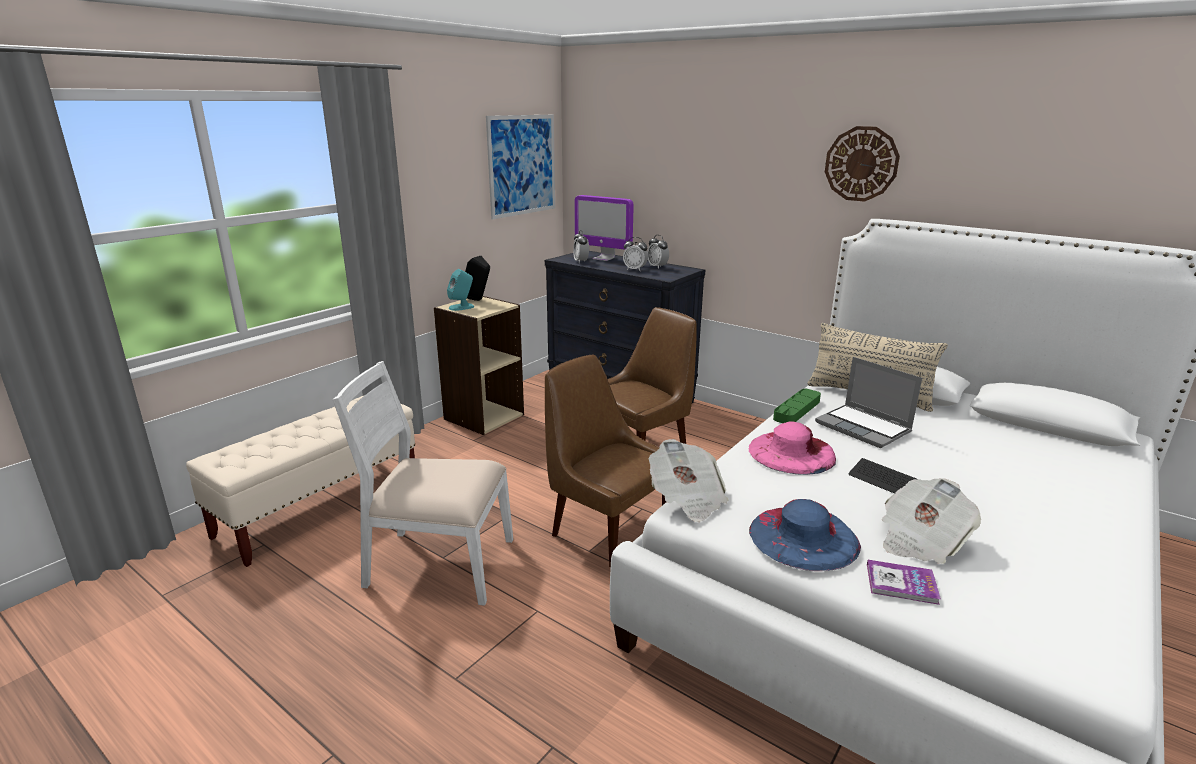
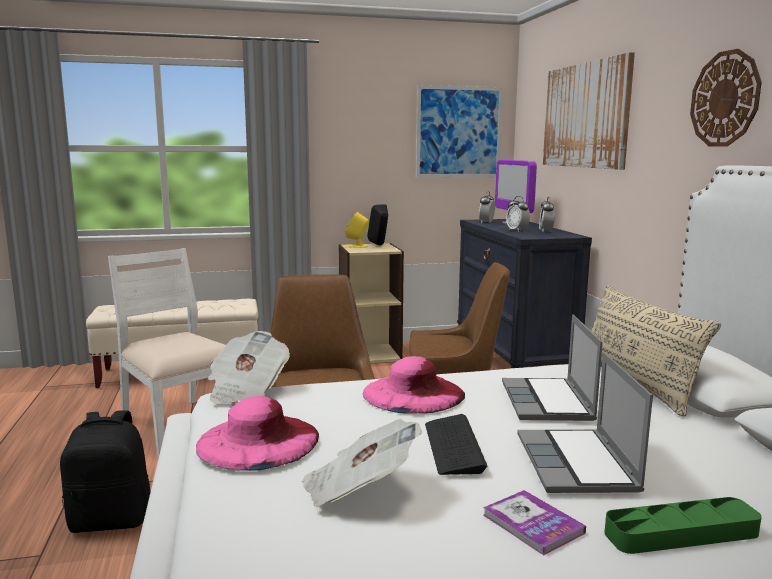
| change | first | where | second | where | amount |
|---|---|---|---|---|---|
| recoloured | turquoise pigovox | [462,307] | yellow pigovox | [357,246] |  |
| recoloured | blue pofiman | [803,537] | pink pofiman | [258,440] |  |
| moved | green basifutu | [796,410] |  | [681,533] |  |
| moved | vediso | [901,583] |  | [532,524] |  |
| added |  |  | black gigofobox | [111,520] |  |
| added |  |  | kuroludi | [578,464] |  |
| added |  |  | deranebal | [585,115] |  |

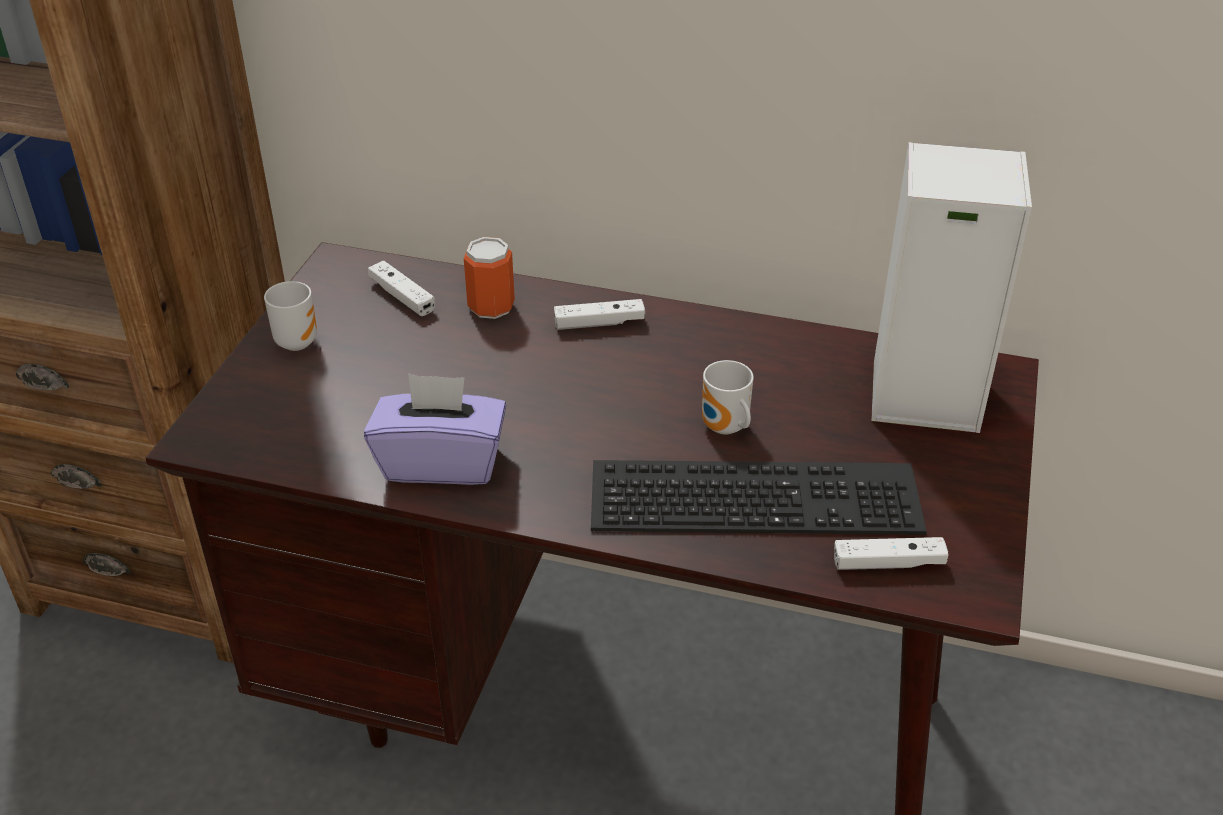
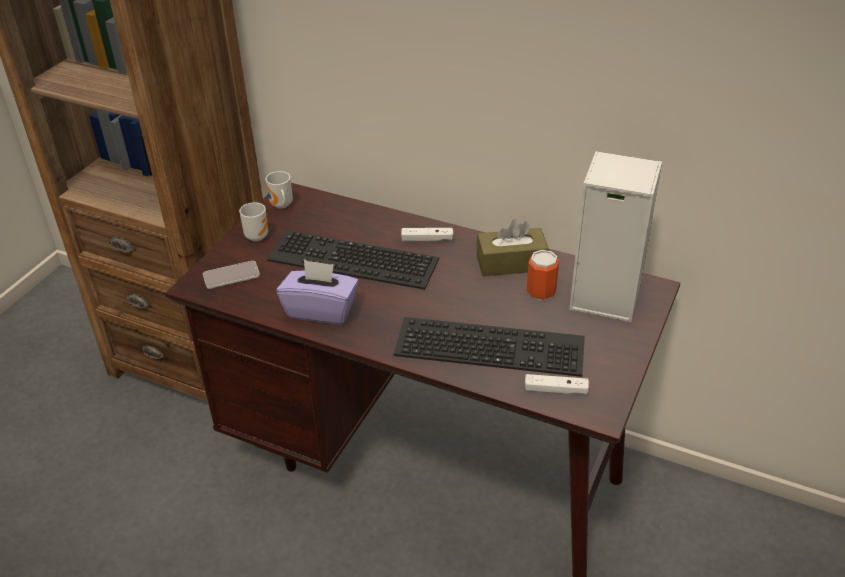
| change | first | where | second | where | amount |
|---|---|---|---|---|---|
| removed | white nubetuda | [402,296] |  |  |  |
| moved | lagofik | [491,307] |  | [541,292] |  |
| moved | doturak | [725,429] |  | [281,206] |  |
| added |  |  | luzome | [231,276] |  |
| added |  |  | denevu | [350,261] |  |
| added |  |  | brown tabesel | [511,263] |  |

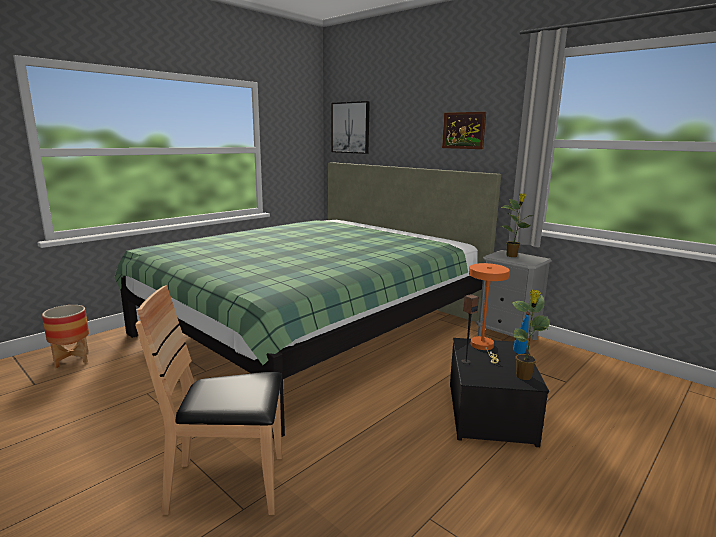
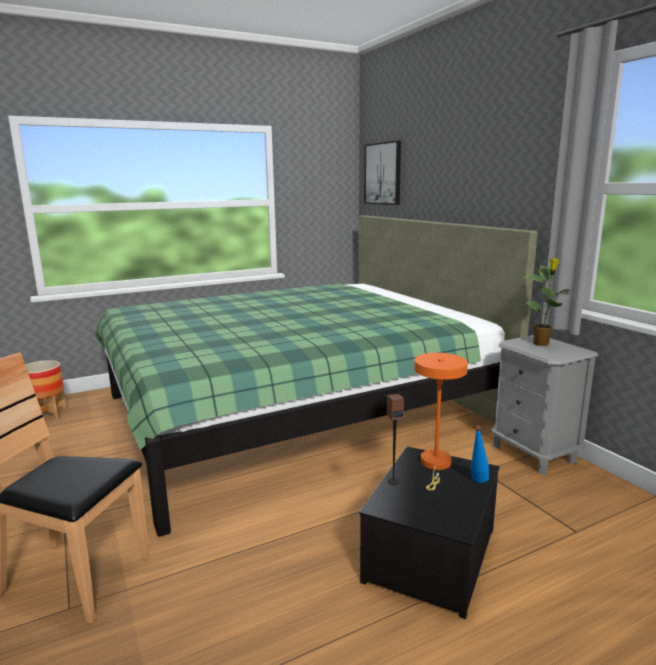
| change | first | where | second | where | amount |
|---|---|---|---|---|---|
| removed | deranebal | [463,130] |  |  |  |
| removed | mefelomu | [523,376] |  |  |  |

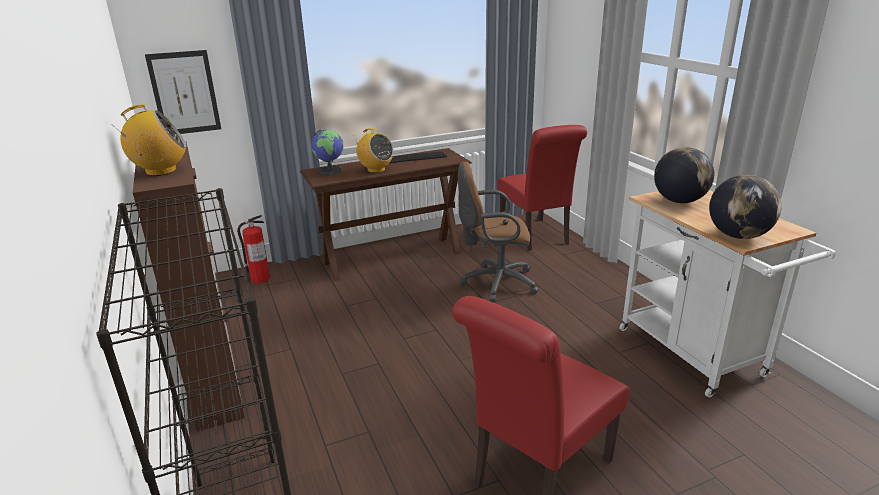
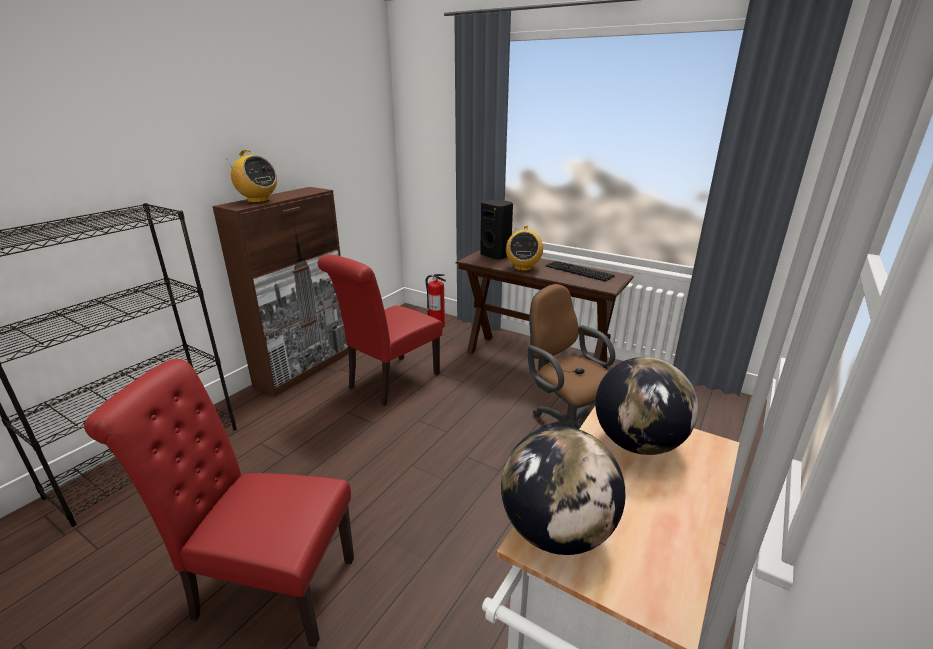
| change | first | where | second | where | amount |
|---|---|---|---|---|---|
| removed | deranebal | [184,93] |  |  |  |
| replaced | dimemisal | [330,170] | black pigovox | [496,255] |  |
| moved | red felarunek | [536,236] |  | [389,382] |  |

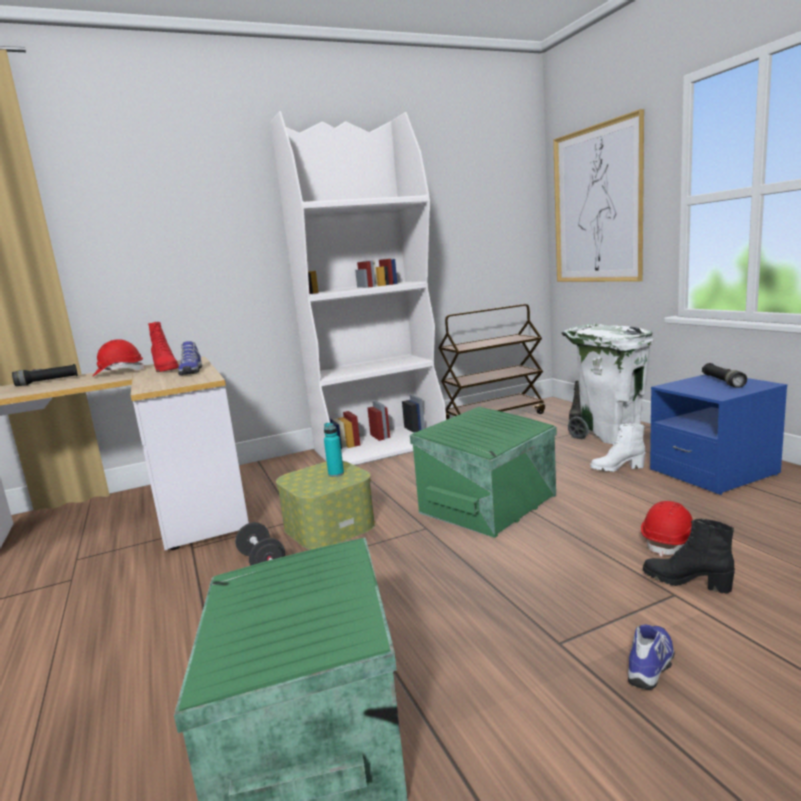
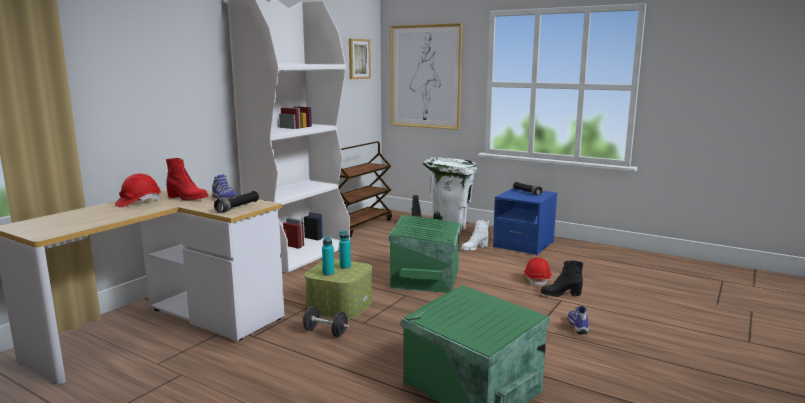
| change | first | where | second | where | amount |
|---|---|---|---|---|---|
| moved | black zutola | [47,381] |  | [237,207] |  |
| added |  |  | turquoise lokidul | [328,273] |  |
| added |  |  | deranebal | [358,59] |  |

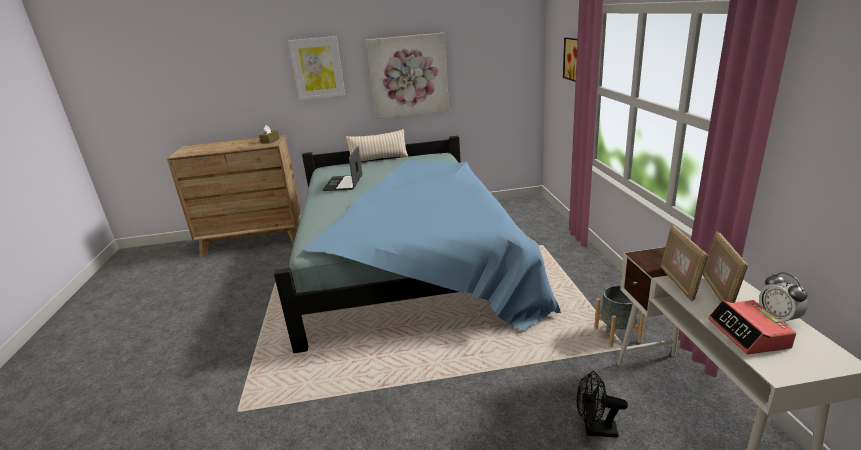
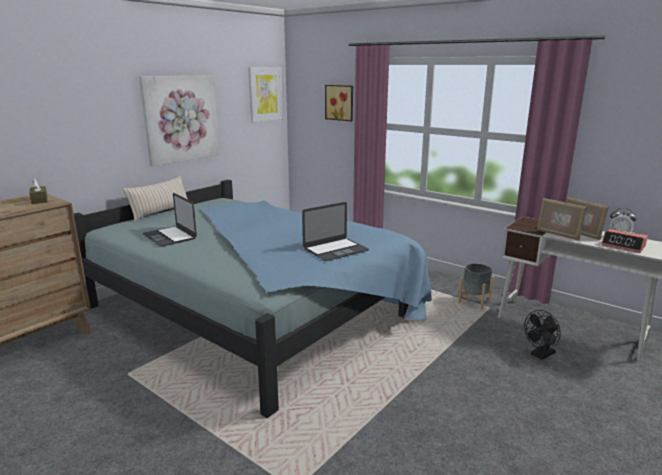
| change | first | where | second | where | amount |
|---|---|---|---|---|---|
| moved | deranebal | [317,68] |  | [265,94] |  |
| added |  |  | kuroludi | [335,249] |  |

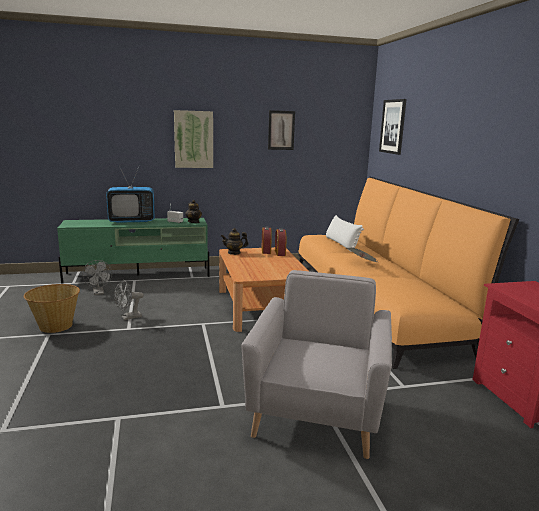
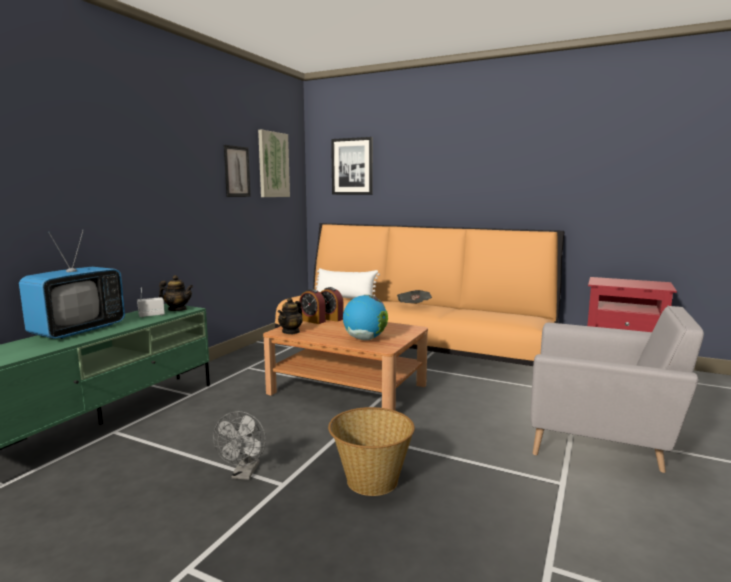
| change | first | where | second | where | amount |
|---|---|---|---|---|---|
| moved | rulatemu | [55,326] |  | [371,480] |  |
| removed | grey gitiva | [99,293] |  |  |  |
| moved | deranebal | [193,139] |  | [273,165] |  |
| turned | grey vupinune | [317,411] |  | [600,440] | 150 degrees clockwise |
| added |  |  | dimemisal | [365,339] |  |

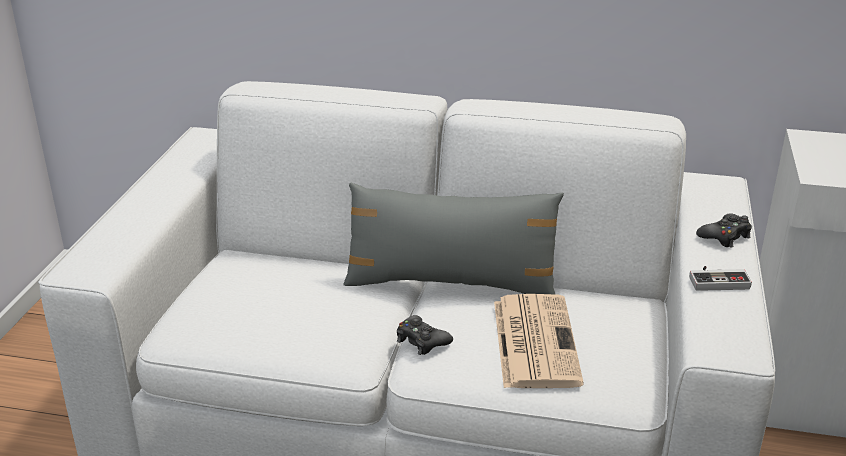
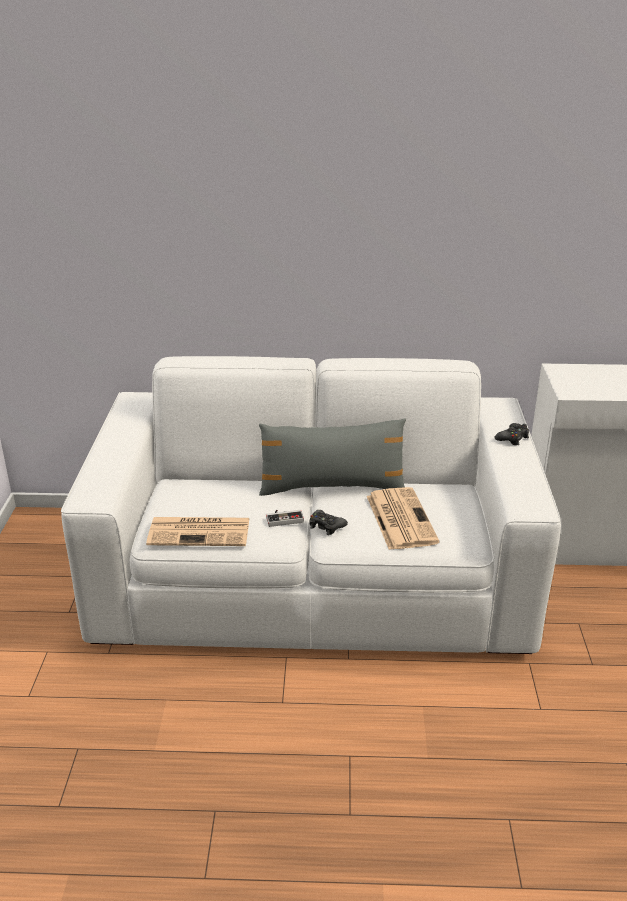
| change | first | where | second | where | amount |
|---|---|---|---|---|---|
| moved | nubetuda | [717,280] |  | [284,518] |  |
| added |  |  | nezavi | [201,532] |  |

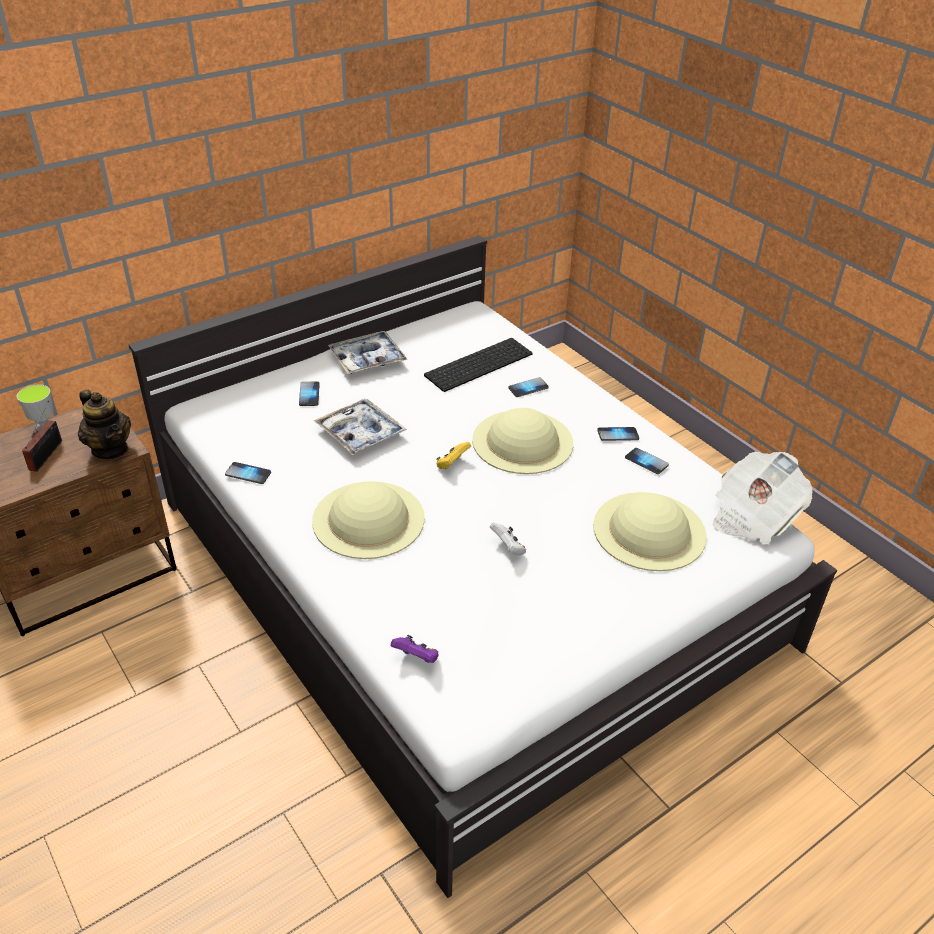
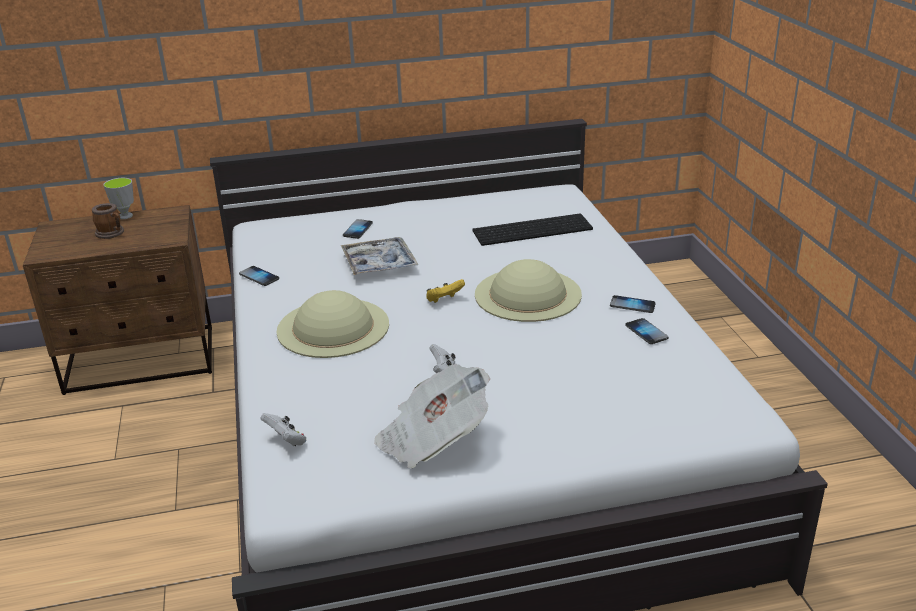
| change | first | where | second | where | amount |
|---|---|---|---|---|---|
| replaced | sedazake | [48,454] | doturak | [112,233] |  |
| removed | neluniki | [110,449] |  |  |  |
| removed | basifutu | [367,359] |  |  |  |
| recoloured | purple nubetuda | [416,658] | white nubetuda | [286,441] |  |
| removed | luzome | [528,388] |  |  |  |
| removed | beige pofiman | [649,530] |  |  |  |
| moved | nezavi | [753,515] |  | [433,439] |  |

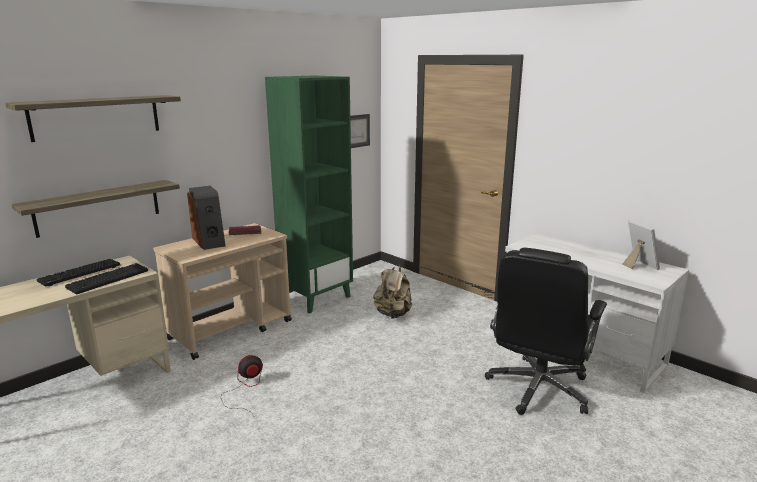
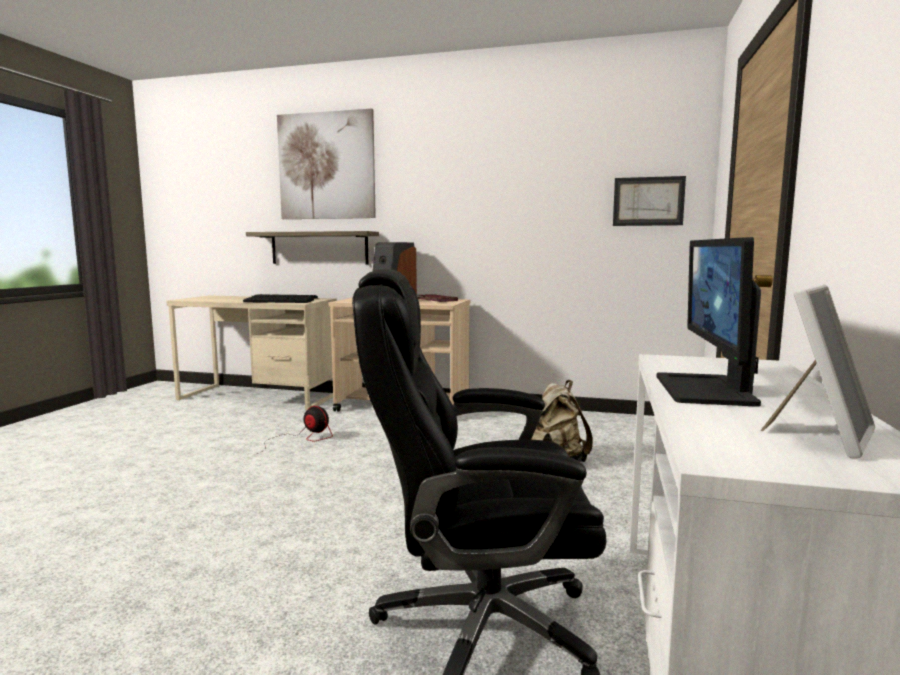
| change | first | where | second | where | amount |
|---|---|---|---|---|---|
| replaced | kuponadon | [96,117] | deranebal | [326,166] |  |
| removed | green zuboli | [316,298] |  |  |  |
| added |  |  | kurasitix | [706,390] |  |

